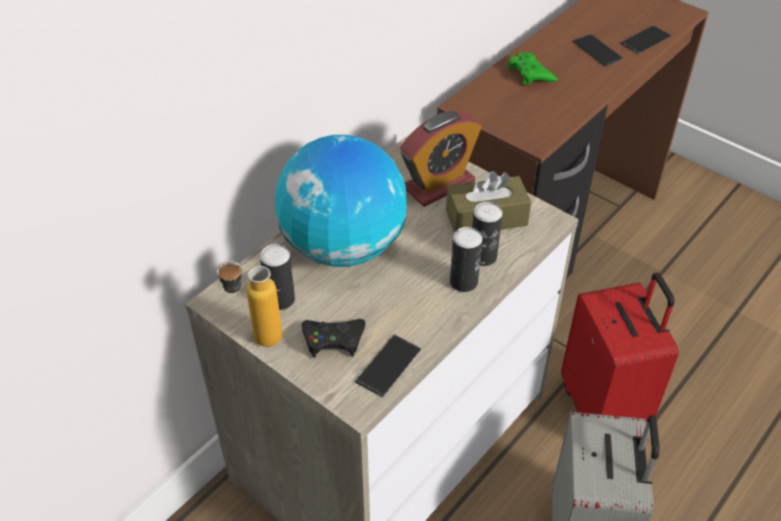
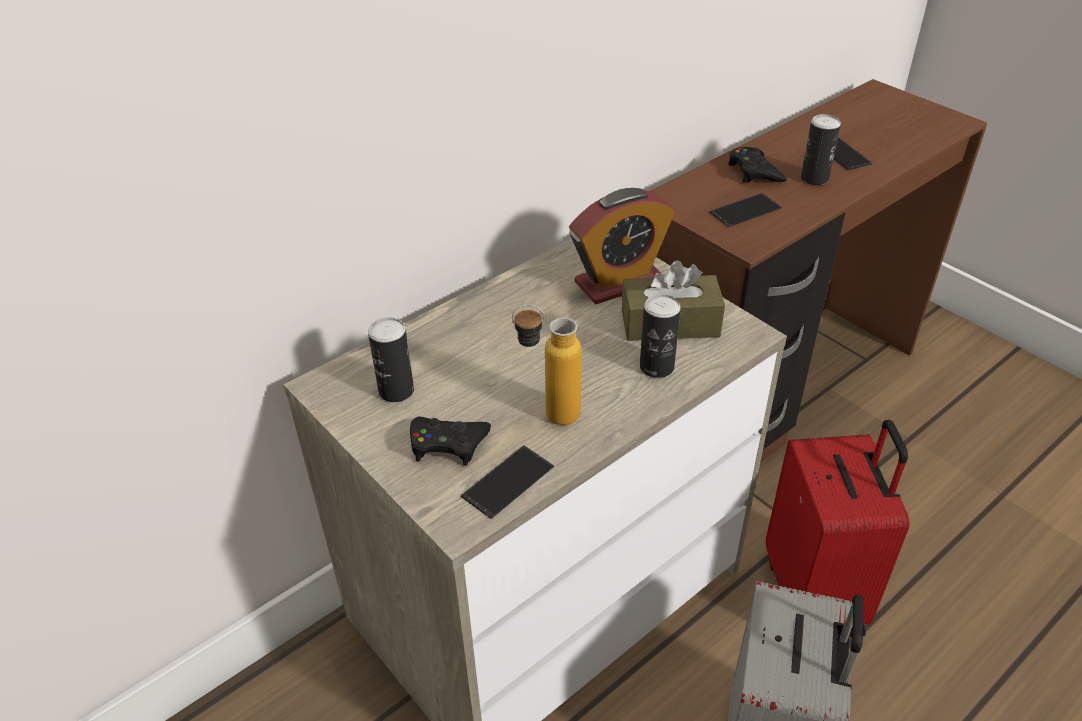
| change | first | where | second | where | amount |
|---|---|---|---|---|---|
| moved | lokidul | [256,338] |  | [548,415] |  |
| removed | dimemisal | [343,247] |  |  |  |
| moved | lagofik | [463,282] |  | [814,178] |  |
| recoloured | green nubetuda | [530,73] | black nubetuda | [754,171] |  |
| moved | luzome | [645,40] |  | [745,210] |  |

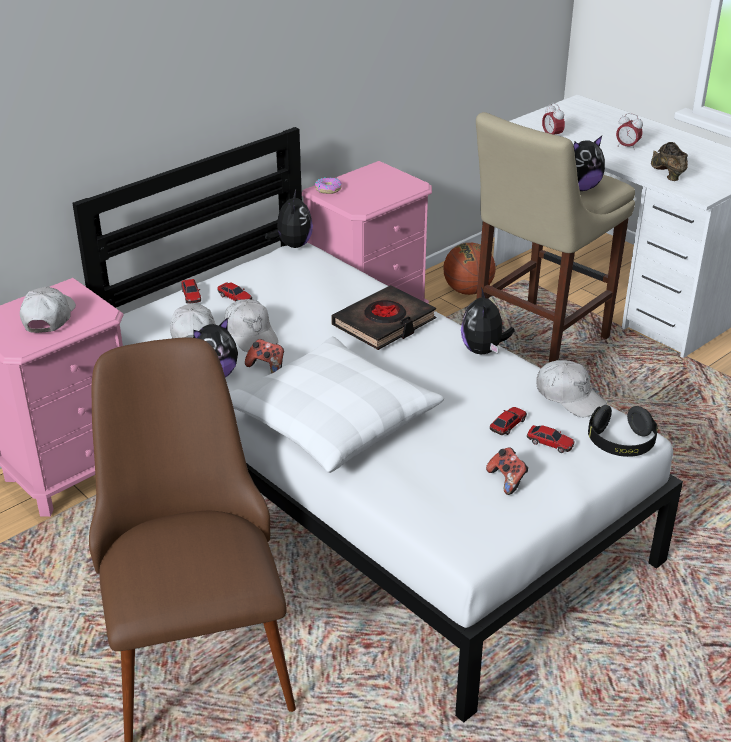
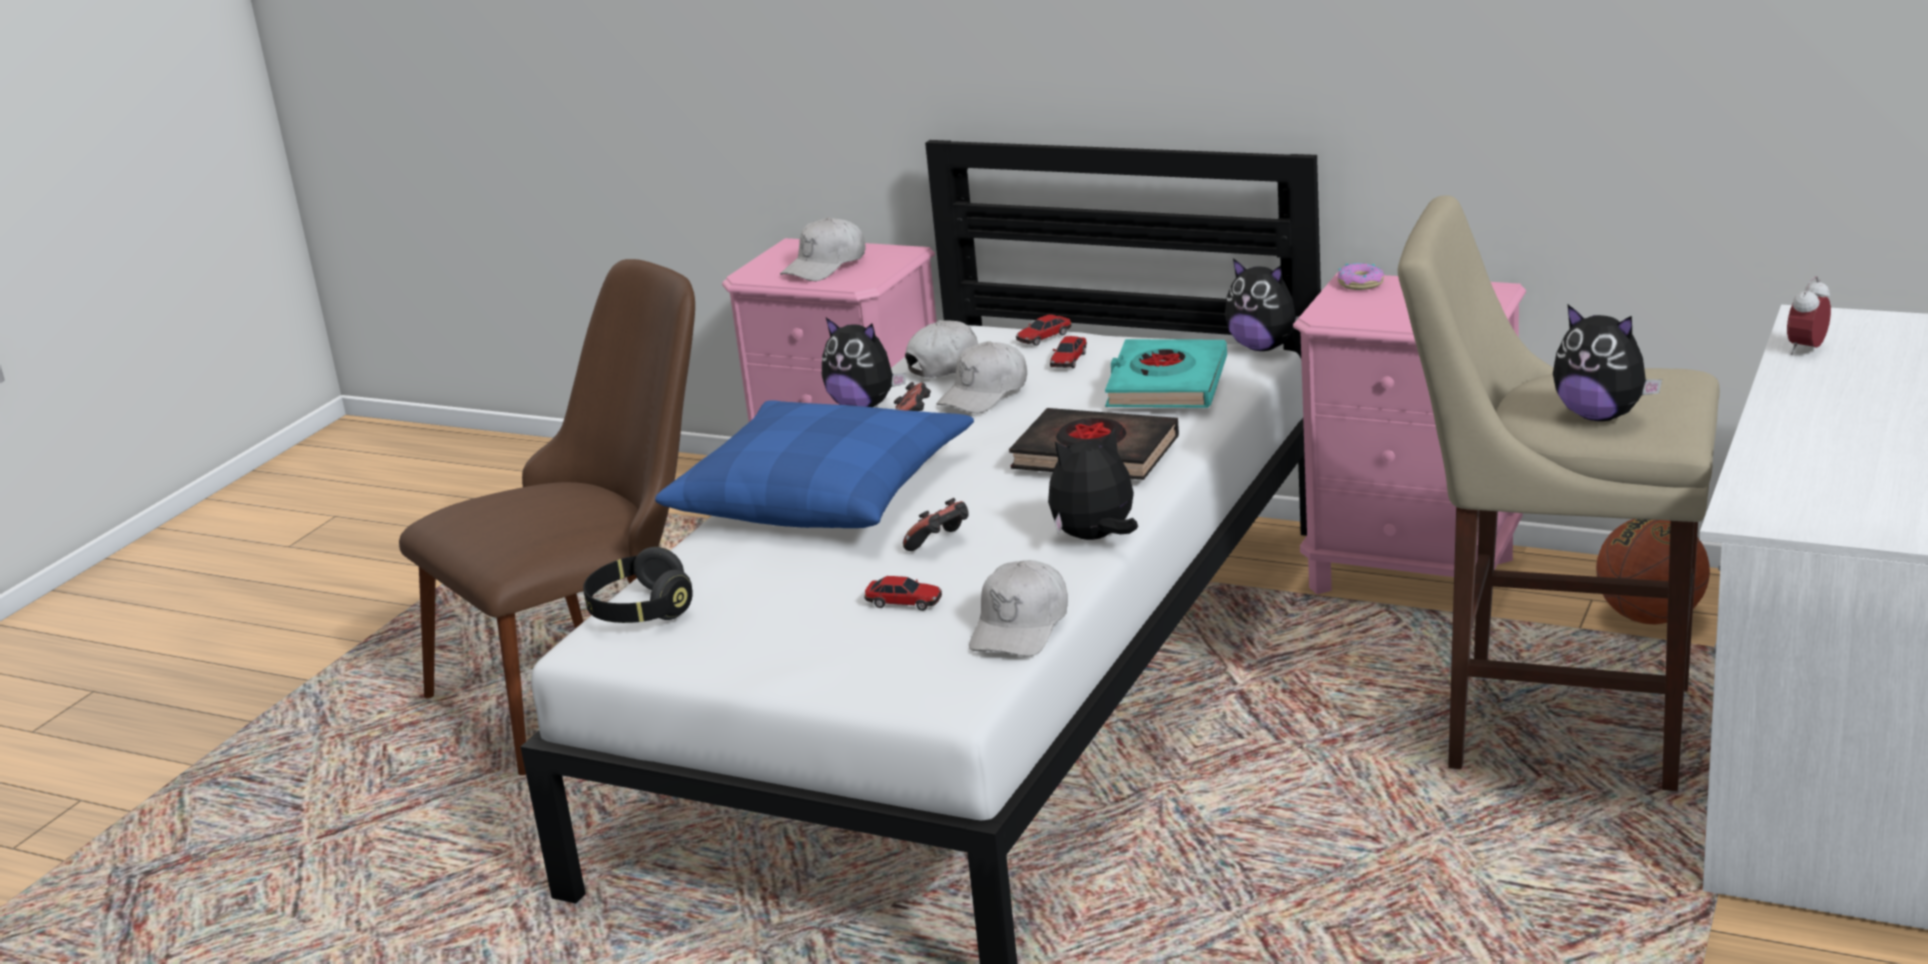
| change | first | where | second | where | amount |
|---|---|---|---|---|---|
| turned | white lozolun | [48,317] |  | [825,266] | 150 degrees clockwise |
| recoloured | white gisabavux | [331,419] | blue gisabavux | [822,493] |  |
| turned | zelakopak | [292,245] |  | [1264,347] | 60 degrees clockwise |
| moved | nubetuda | [507,480] |  | [941,544] |  |
| removed | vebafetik | [550,443] |  |  |  |
| moved | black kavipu | [620,443] |  | [640,610] |  |
| removed | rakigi | [627,147] |  |  |  |
| removed | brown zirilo | [666,173] |  |  |  |
| added |  |  | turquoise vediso | [1166,384] |  |

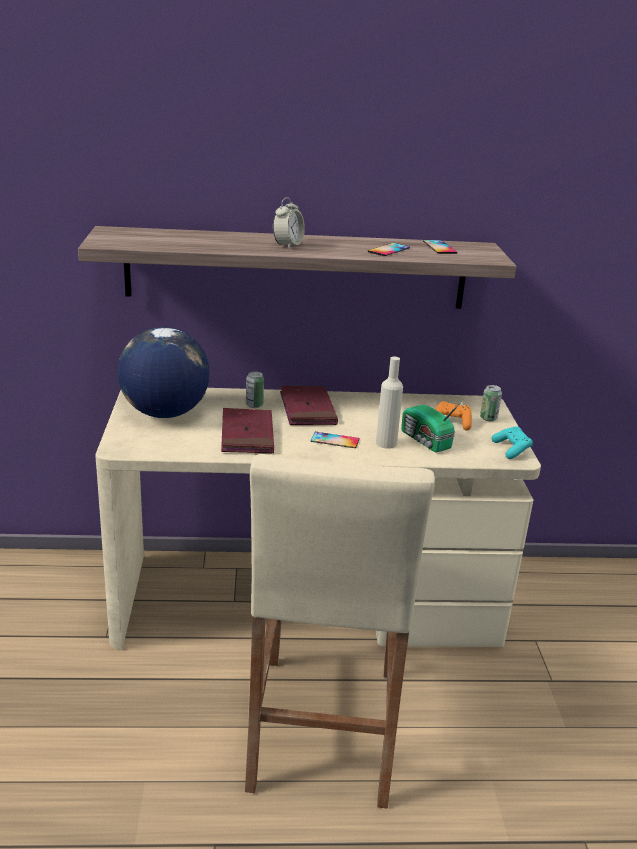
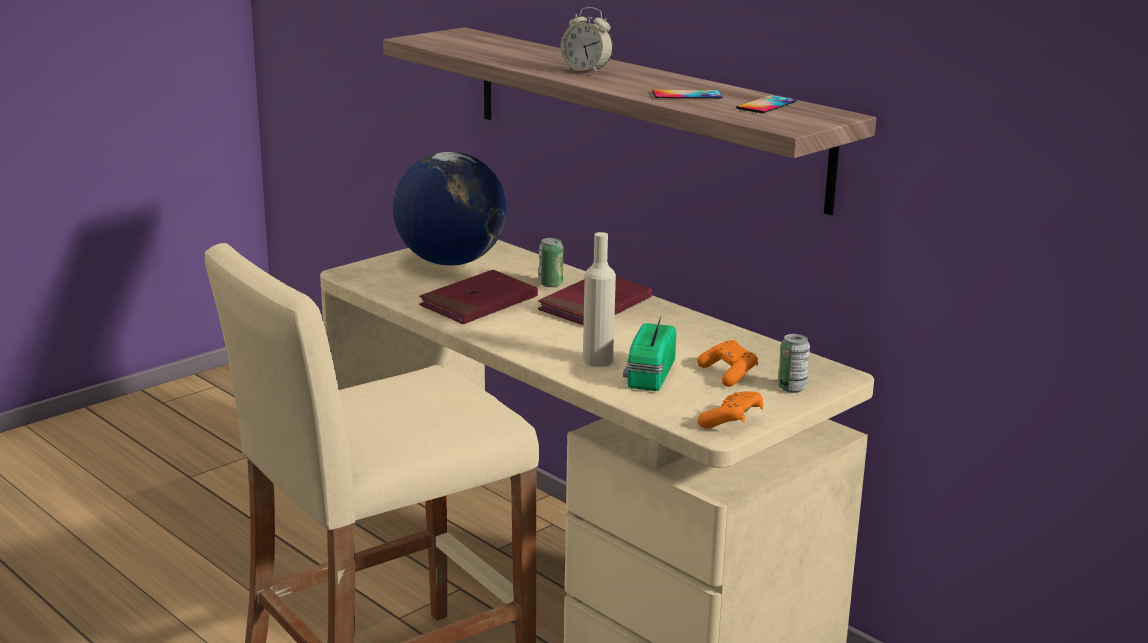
| change | first | where | second | where | amount |
|---|---|---|---|---|---|
| turned | rakigi | [288,245] |  | [586,71] | 45 degrees clockwise |
| removed | luzome | [335,440] |  |  |  |
| recoloured | turquoise nubetuda | [511,449] | orange nubetuda | [731,422] |  |

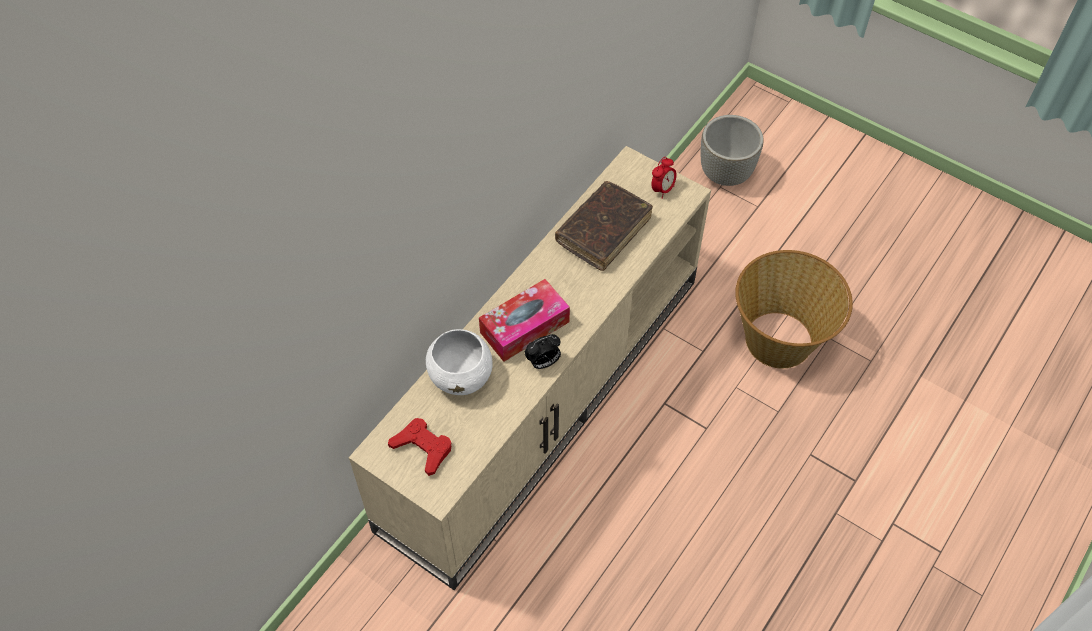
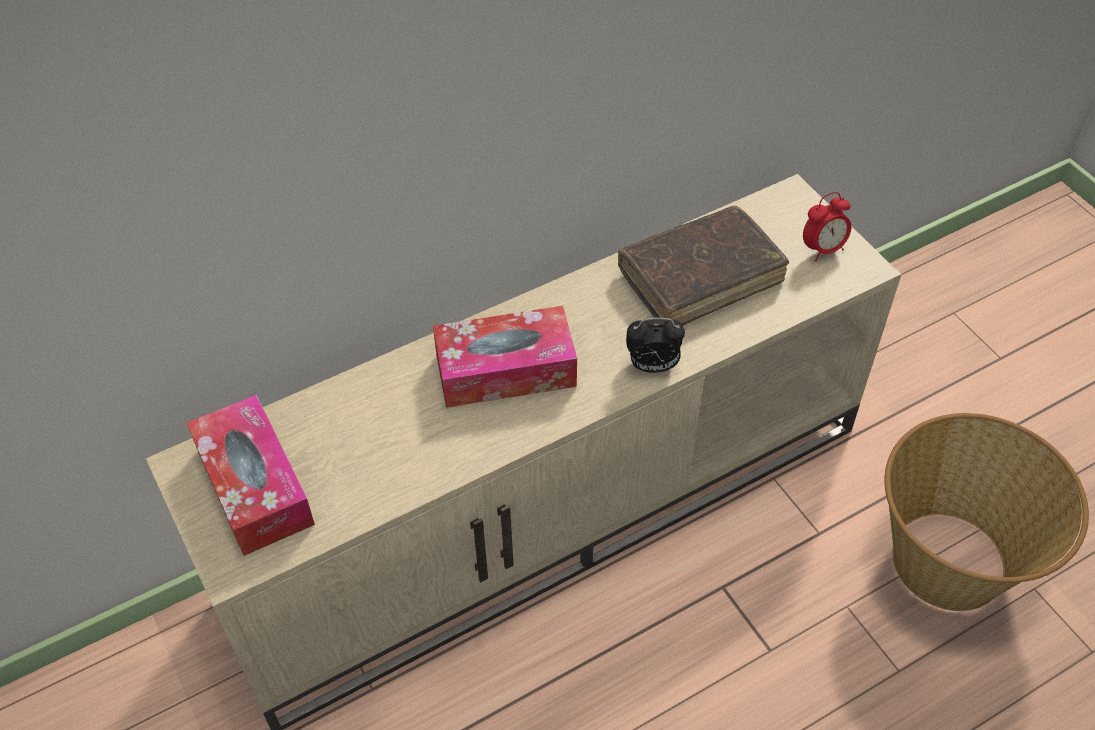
| change | first | where | second | where | amount |
|---|---|---|---|---|---|
| replaced | red nubetuda | [422,448] | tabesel | [254,486] |  |
| removed | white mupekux | [461,375] |  |  |  |
| moved | rakigi | [543,362] |  | [652,366] |  |
| removed | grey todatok | [725,173] |  |  |  |

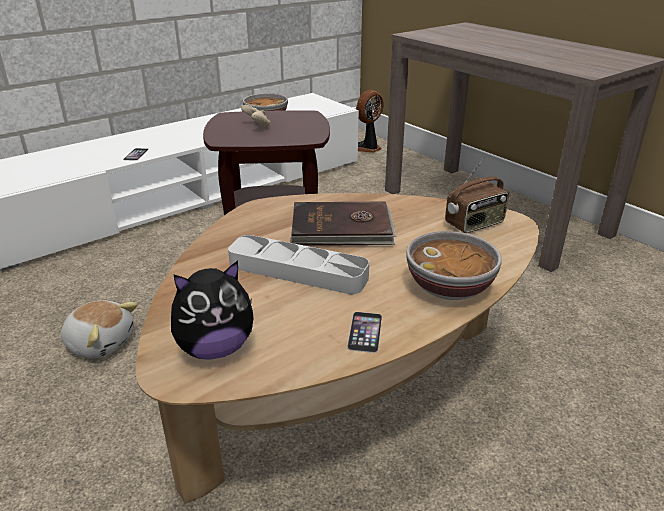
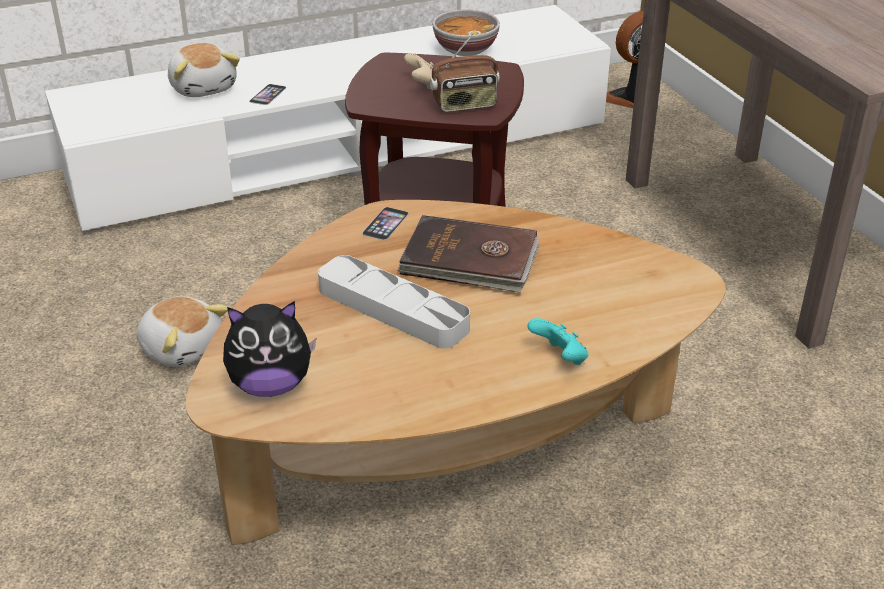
| change | first | where | second | where | amount |
|---|---|---|---|---|---|
| moved | luzome | [365,331] |  | [385,223] |  |
| replaced | mupekux | [450,287] | turquoise nubetuda | [559,358] |  |
| moved | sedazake | [475,224] |  | [465,105] |  |
| added |  |  | zelakopak | [204,87] |  |

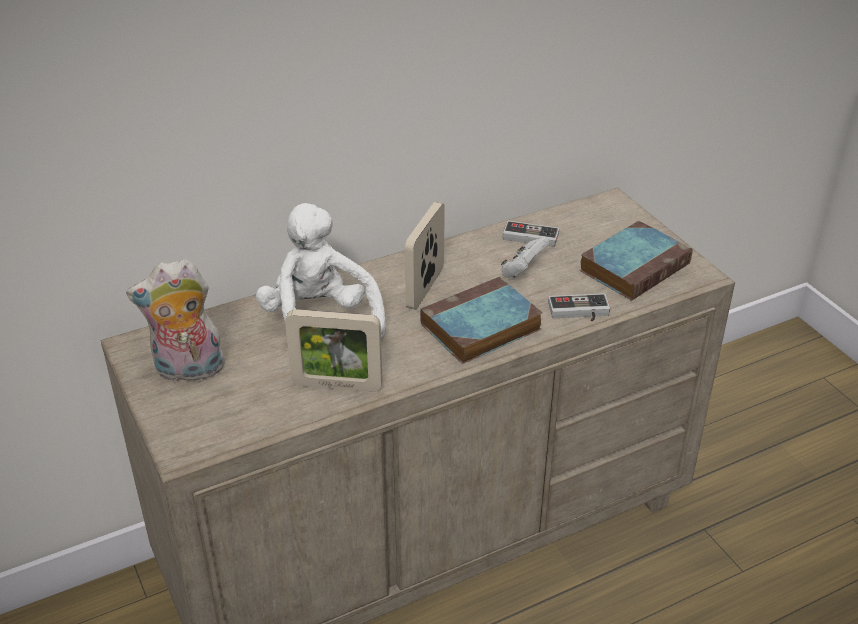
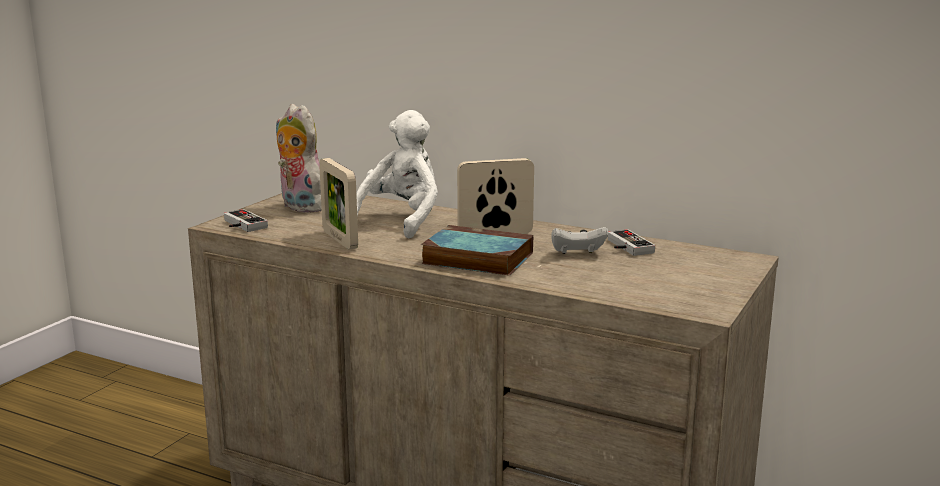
| change | first | where | second | where | amount |
|---|---|---|---|---|---|
| moved | nubetuda | [579,313] |  | [241,225] |  |
| removed | vediso | [635,266] |  |  |  |

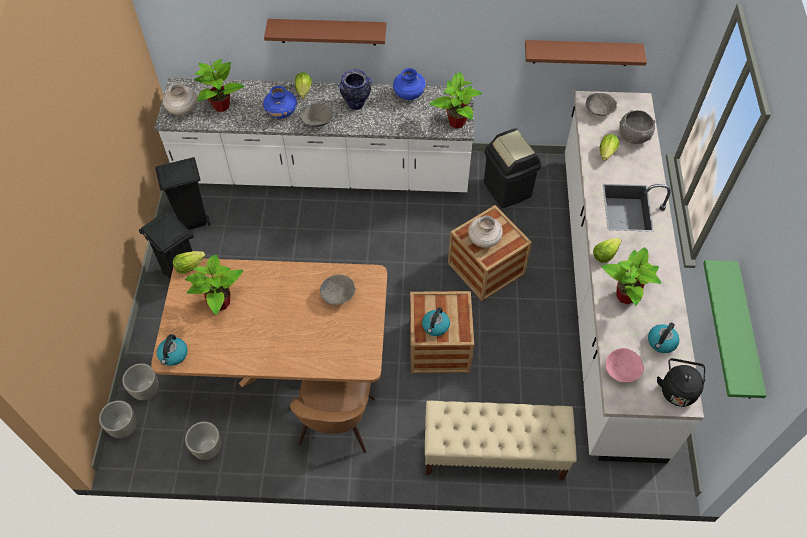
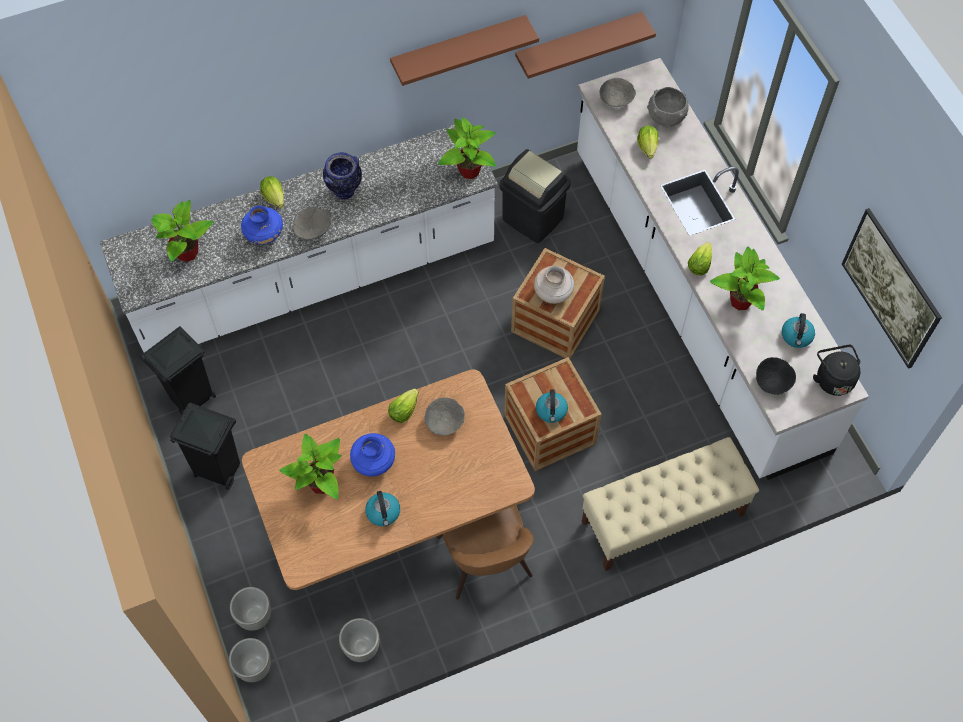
| change | first | where | second | where | amount |
|---|---|---|---|---|---|
| moved | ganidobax | [173,355] |  | [383,513] |  |
| removed | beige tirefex | [182,110] |  |  |  |
| moved | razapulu | [189,266] |  | [403,411] |  |
| moved | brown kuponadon | [328,32] |  | [458,48] |  |
| moved | blue tirefex | [409,95] |  | [373,462] |  |
| recoloured | pink mupekux | [622,370] | black mupekux | [772,381] |  |
| replaced | green kuponadon | [745,334] | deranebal | [883,301] |  |

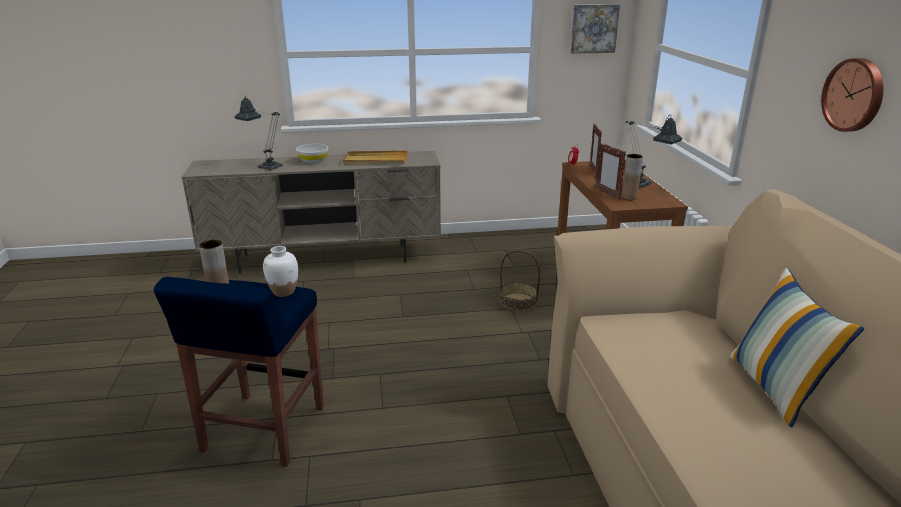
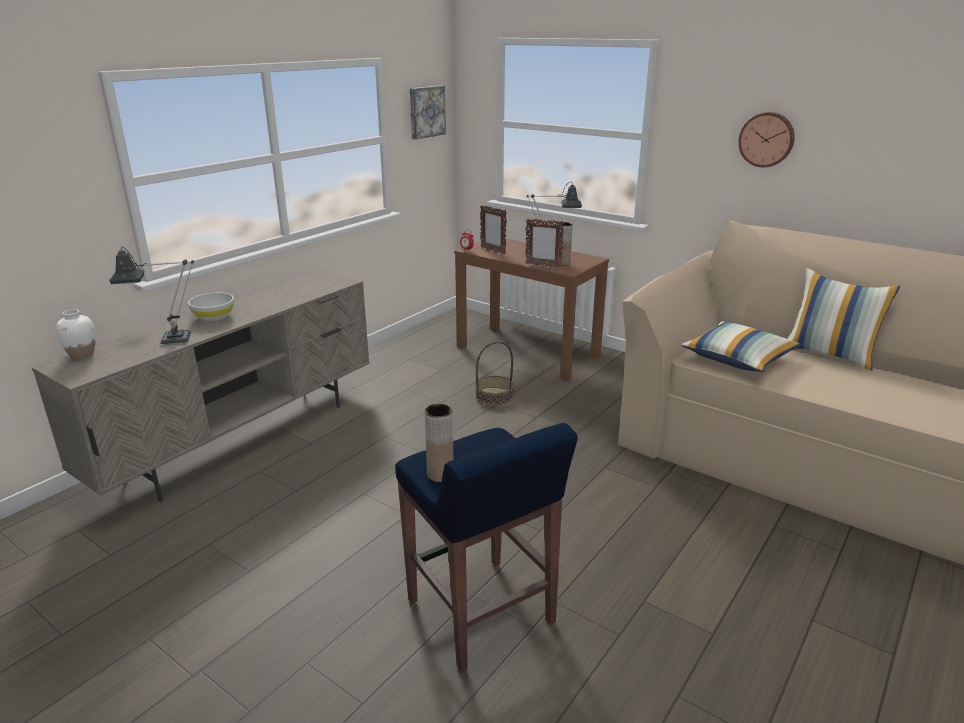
| change | first | where | second | where | amount |
|---|---|---|---|---|---|
| moved | white tirefex | [283,292] |  | [82,355] |  |
| removed | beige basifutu | [375,160] |  |  |  |
| added |  |  | gisabavux | [738,359] |  |

